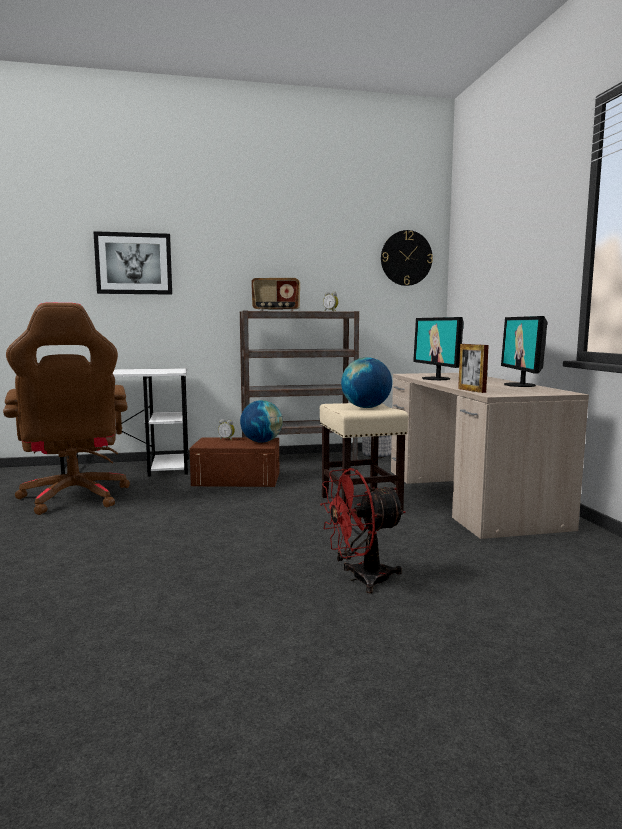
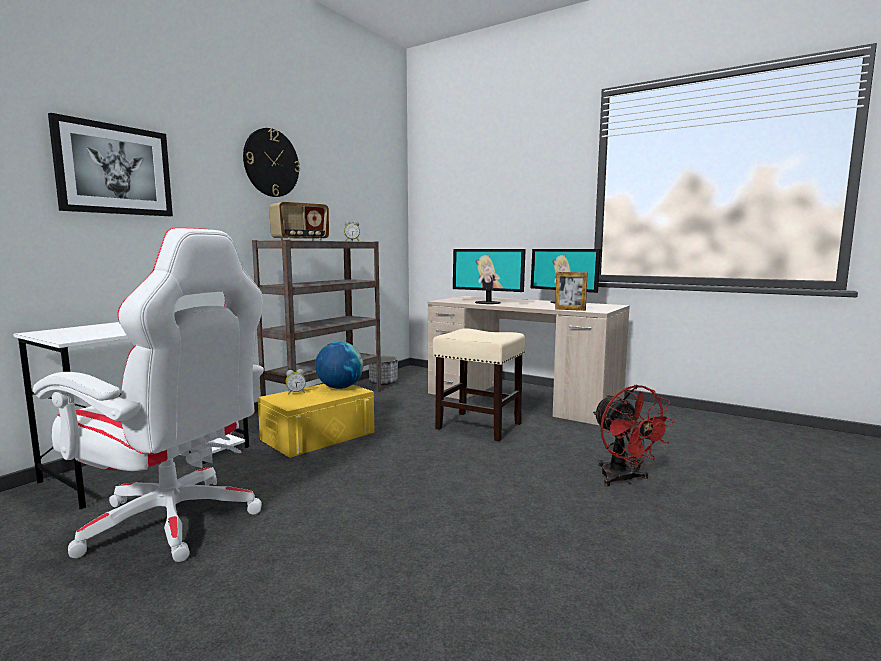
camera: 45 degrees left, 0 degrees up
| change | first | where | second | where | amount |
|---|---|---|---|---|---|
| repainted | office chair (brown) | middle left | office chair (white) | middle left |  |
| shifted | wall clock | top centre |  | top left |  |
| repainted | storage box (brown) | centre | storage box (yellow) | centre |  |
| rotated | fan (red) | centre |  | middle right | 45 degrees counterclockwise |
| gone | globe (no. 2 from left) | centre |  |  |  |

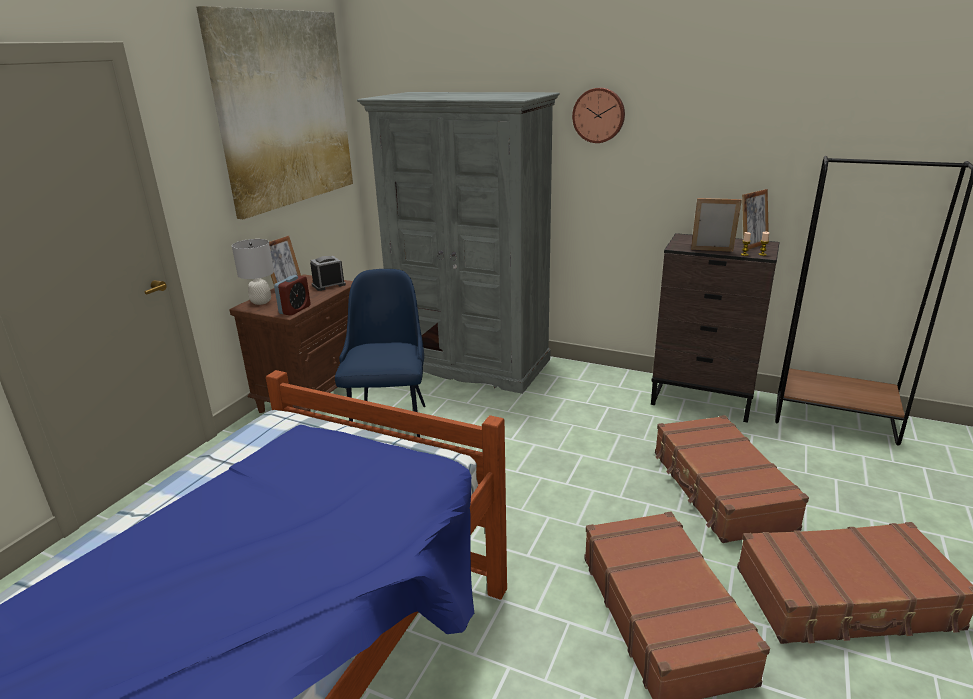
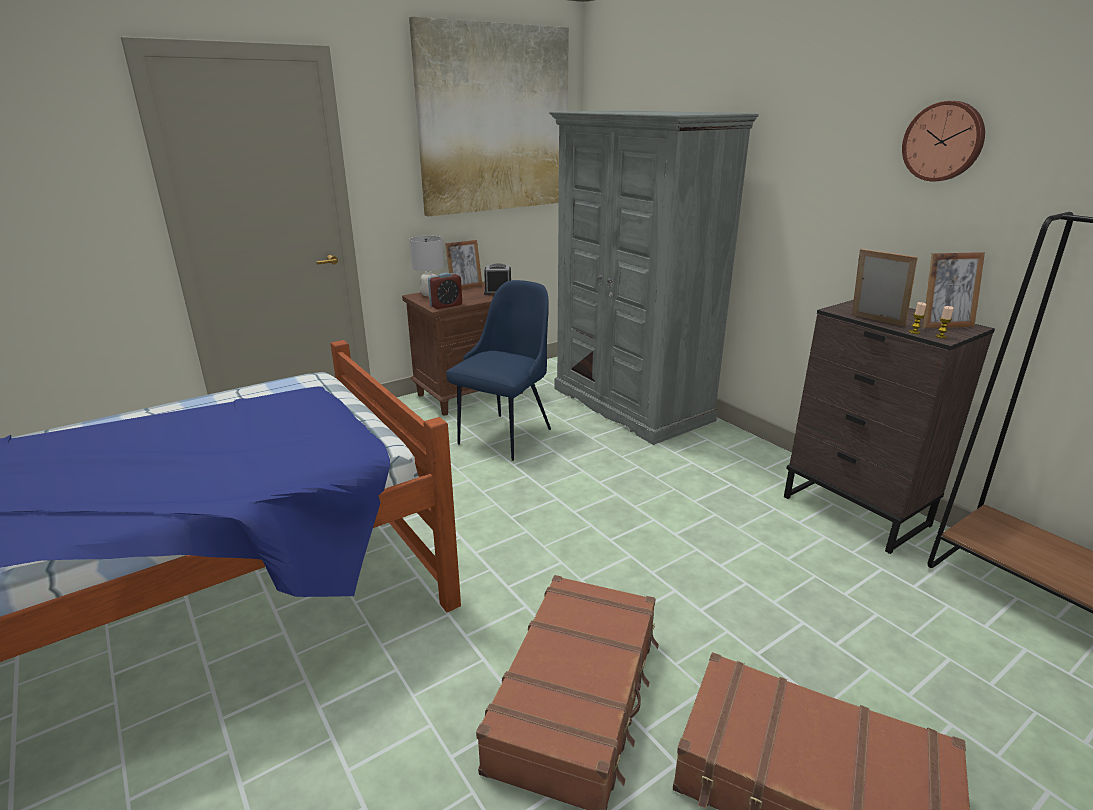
camera: 30 degrees right, 0 degrees up
| change | first | where | second | where | amount |
|---|---|---|---|---|---|
| shifted | wall clock | top centre |  | top right |  |
| gone | suitcase (brown) (no. 2 from left) | bottom right |  |  |  |

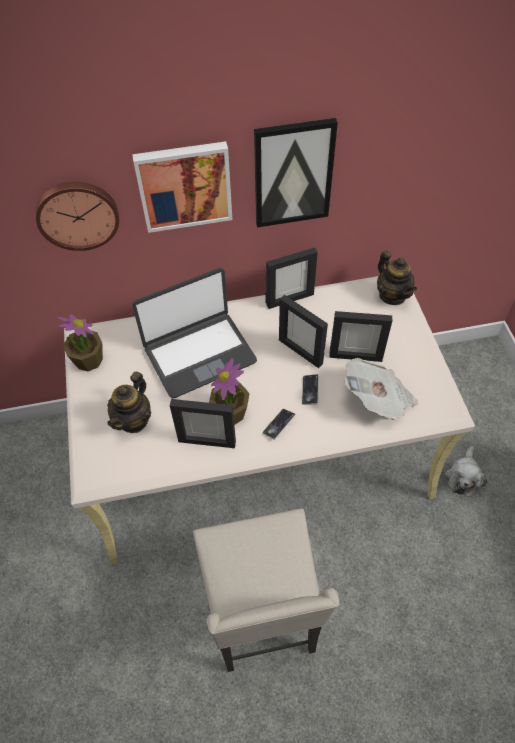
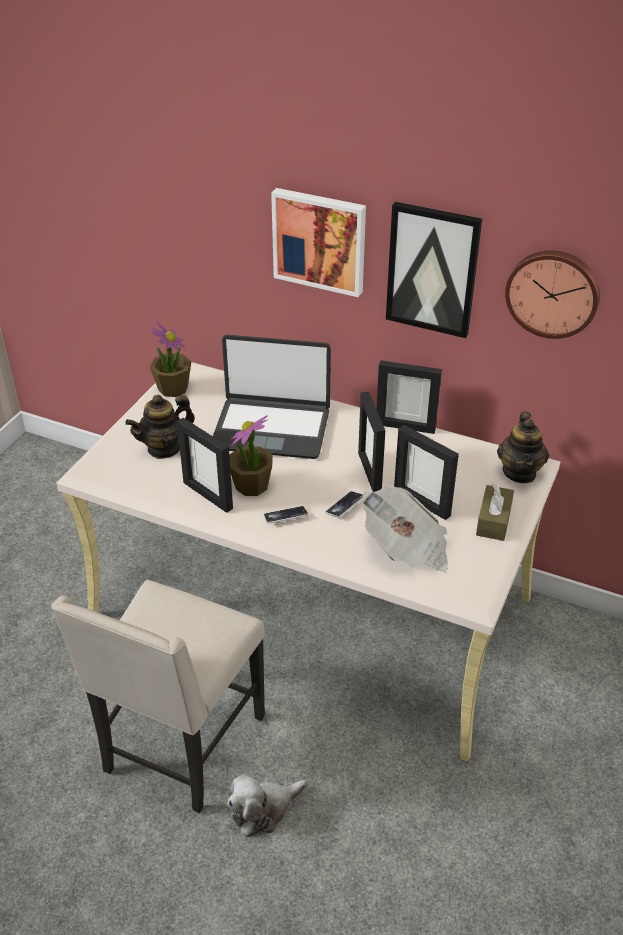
camera: 35 degrees right, 15 degrees down
| change | first | where | second | where | amount |
|---|---|---|---|---|---|
| shifted | plush toy | middle right |  | bottom centre |  |
| new |  |  | tissue box (brown) | middle right |  |
| shifted | wall clock | top left |  | top right |  |

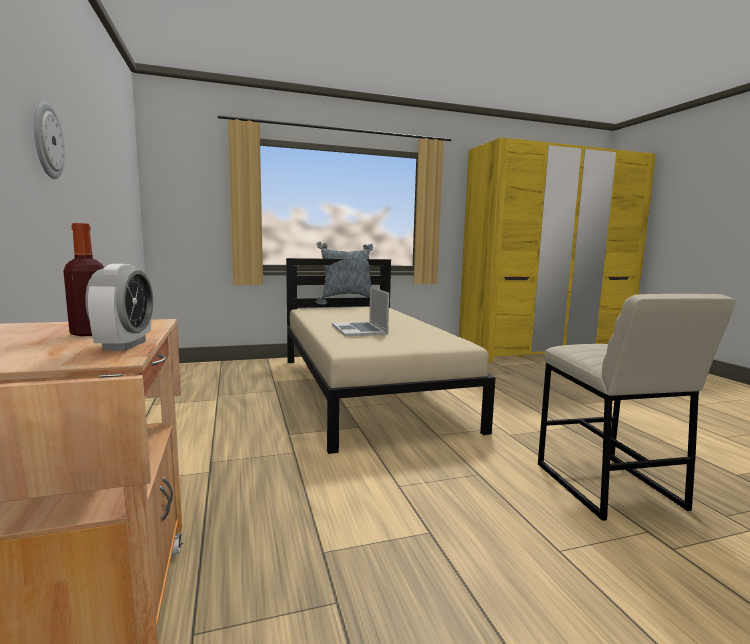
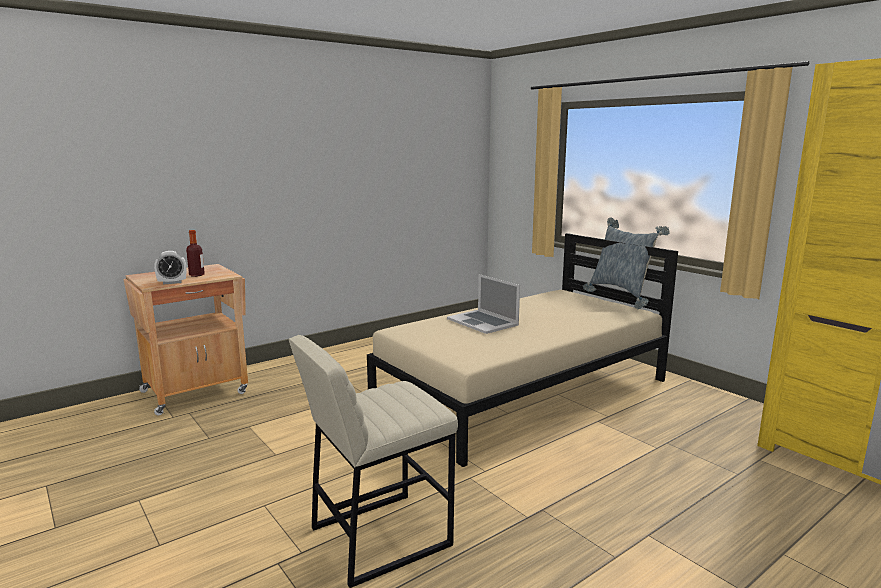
camera: 70 degrees right, 5 degrees up
| change | first | where | second | where | amount |
|---|---|---|---|---|---|
| rotated | laptop | centre |  | centre | 90 degrees counterclockwise |
| gone | wall clock | top left |  |  |  |

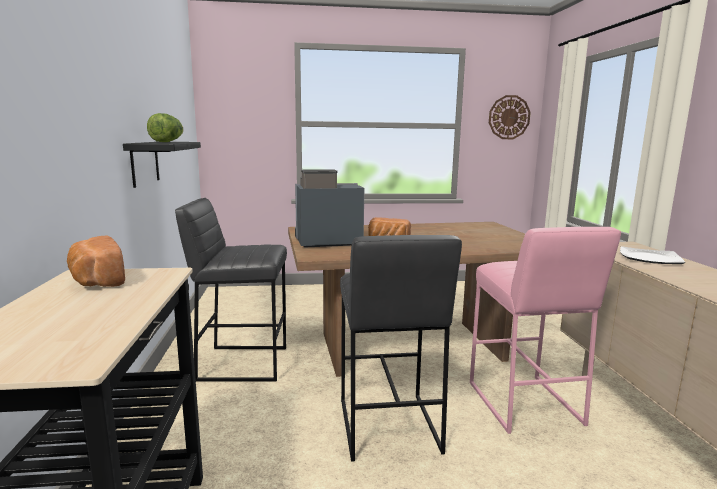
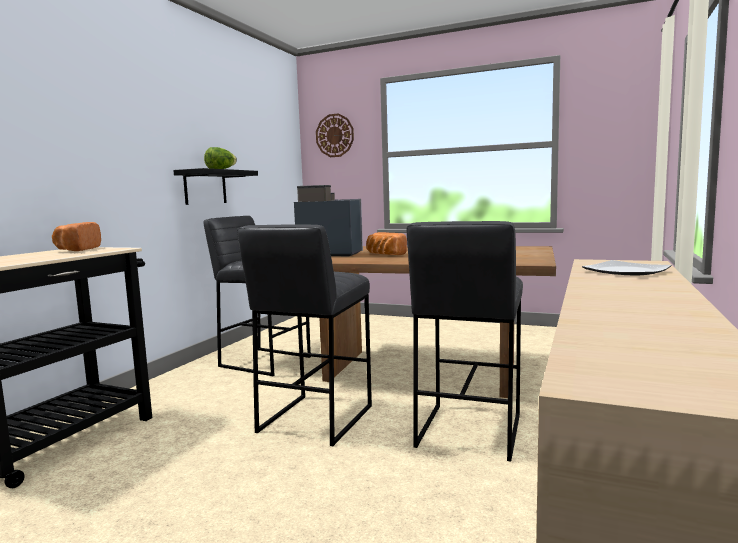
camera: 30 degrees right, 5 degrees down
| change | first | where | second | where | amount |
|---|---|---|---|---|---|
| shifted | wall clock | top right |  | top centre |  |
| repainted | stool (pink) | bottom right | stool (grey) (no. 3 from left) | centre |  |

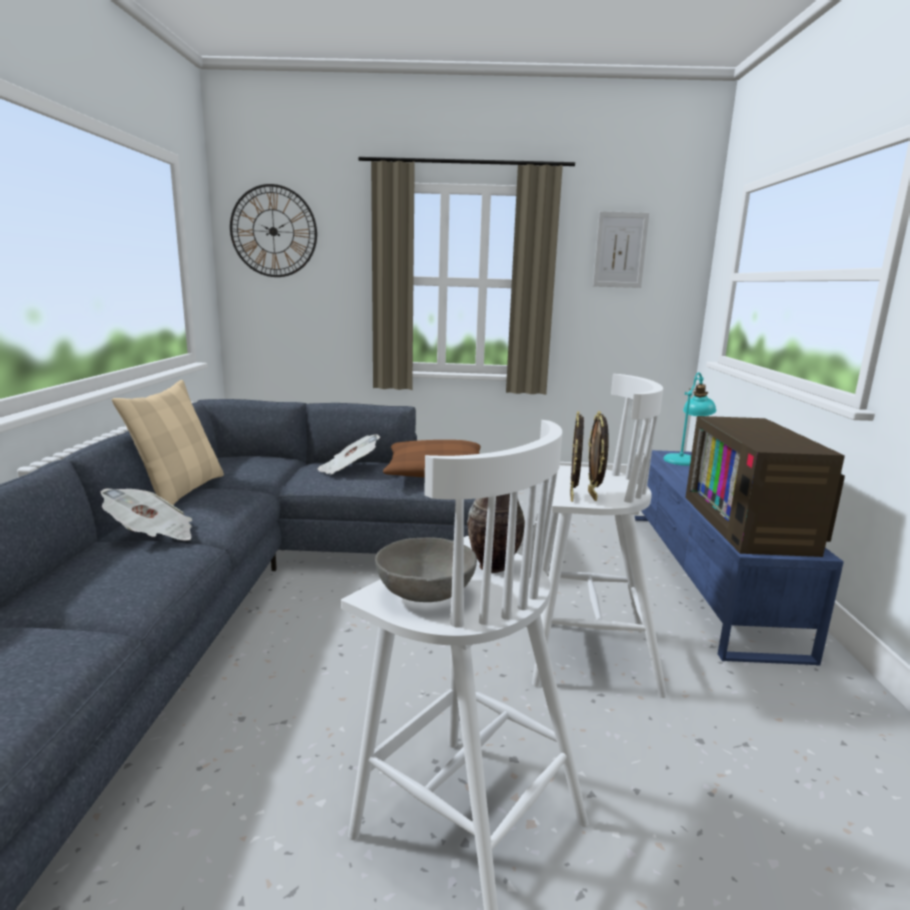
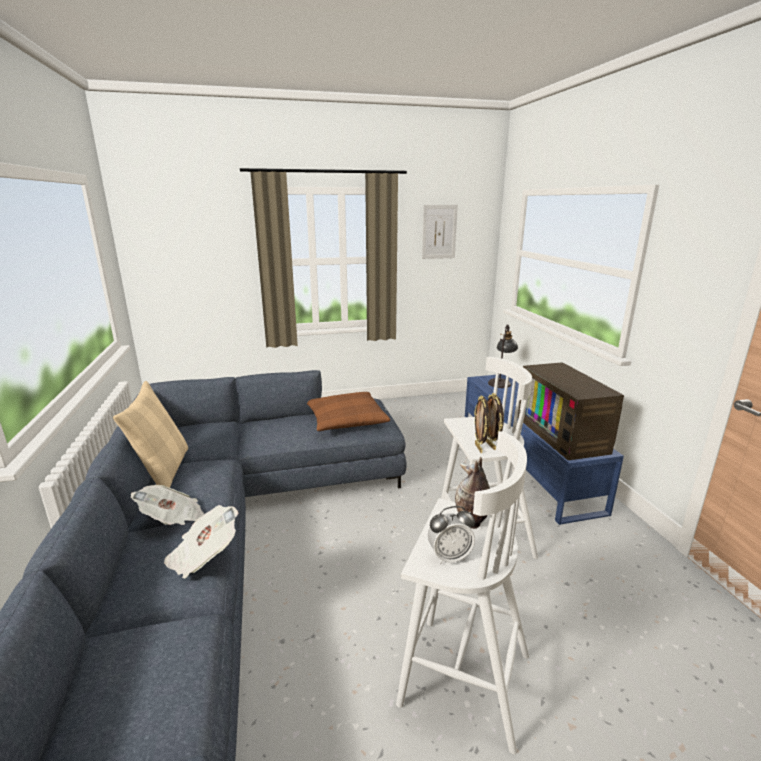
camera: 15 degrees left, 5 degrees up
| change | first | where | second | where | amount |
|---|---|---|---|---|---|
| shifted | newspaper (no. 2 from left) | centre |  | bottom left |  |
| swapped | bowl (grey) | centre | alarm clock | bottom centre |  |
| repainted | table lamp (turquoise) | middle right | table lamp (grey) | centre |  |
| gone | wall clock | top left |  |  |  |

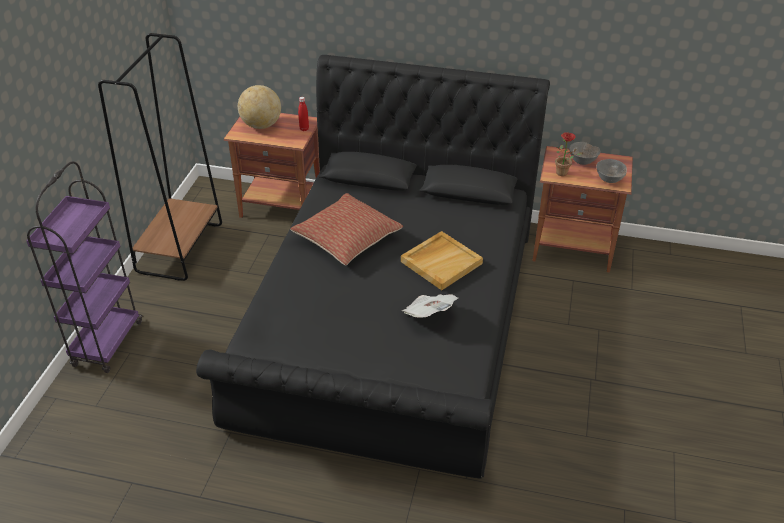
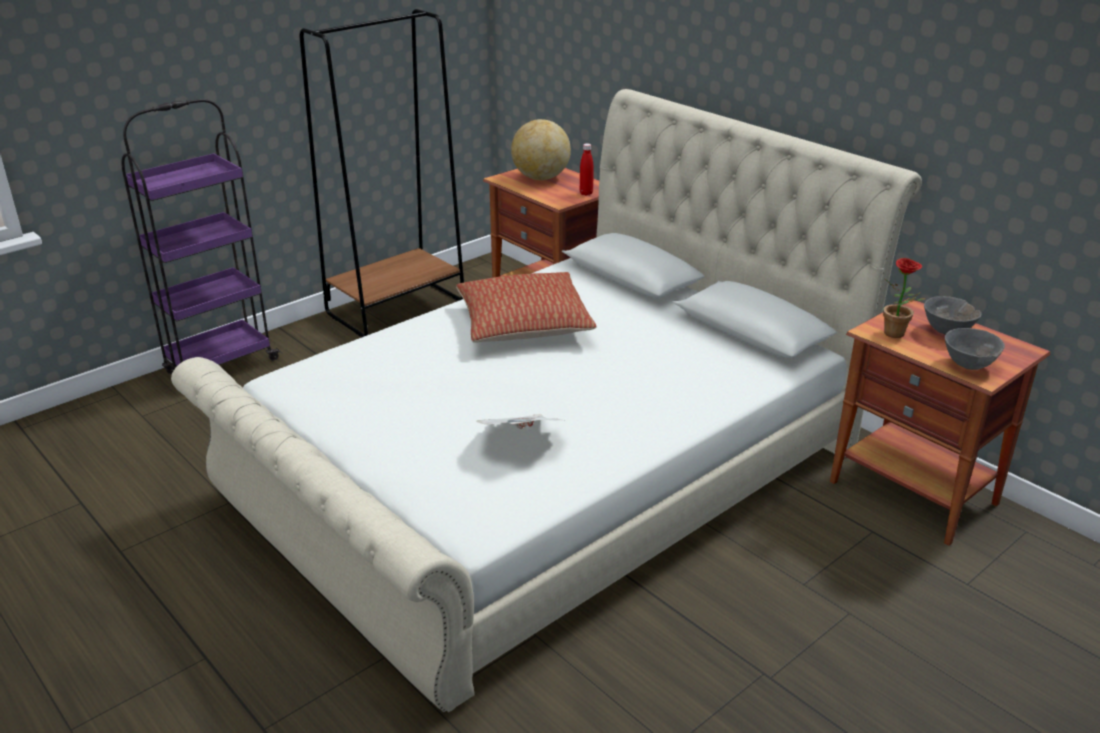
camera: 35 degrees right, 10 degrees down
| change | first | where | second | where | amount |
|---|---|---|---|---|---|
| repainted | bed (black) | centre | bed (beige) | centre |  |
| gone | tray (beige) | centre |  |  |  |

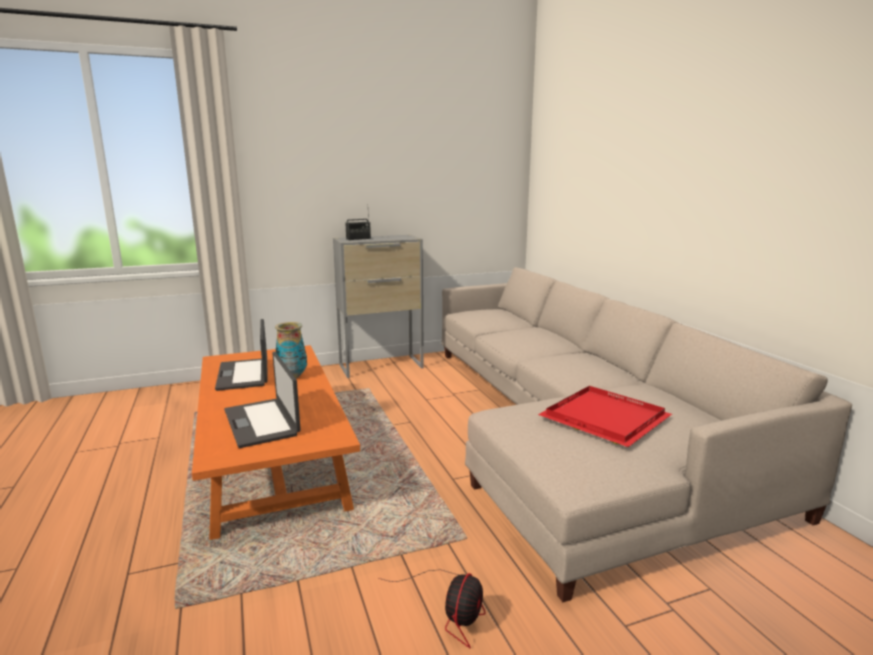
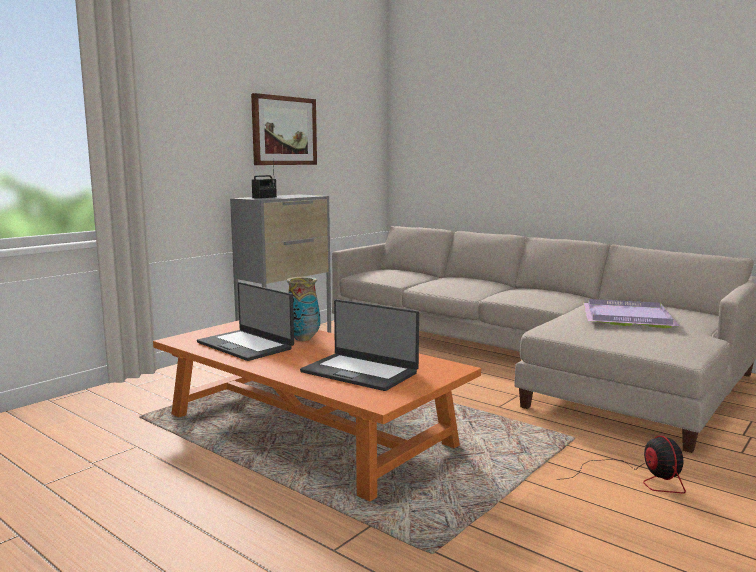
camera: 30 degrees left, 5 degrees down
| change | first | where | second | where | amount |
|---|---|---|---|---|---|
| new |  |  | picture | top centre |  |
| repainted | tray (red) | middle right | tray (purple) | middle right |  |

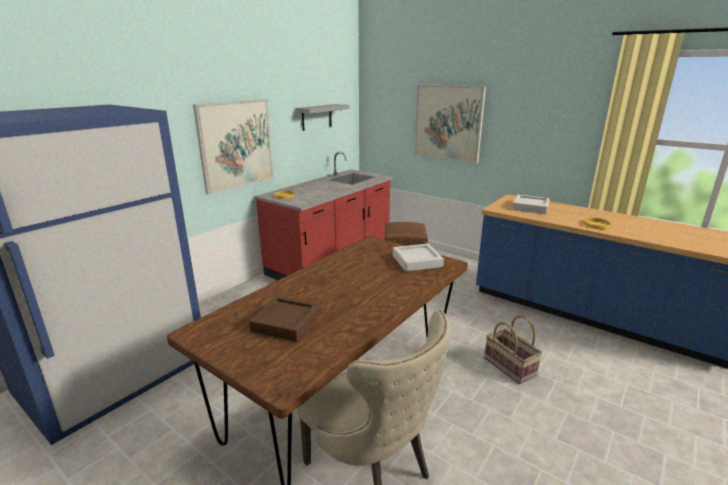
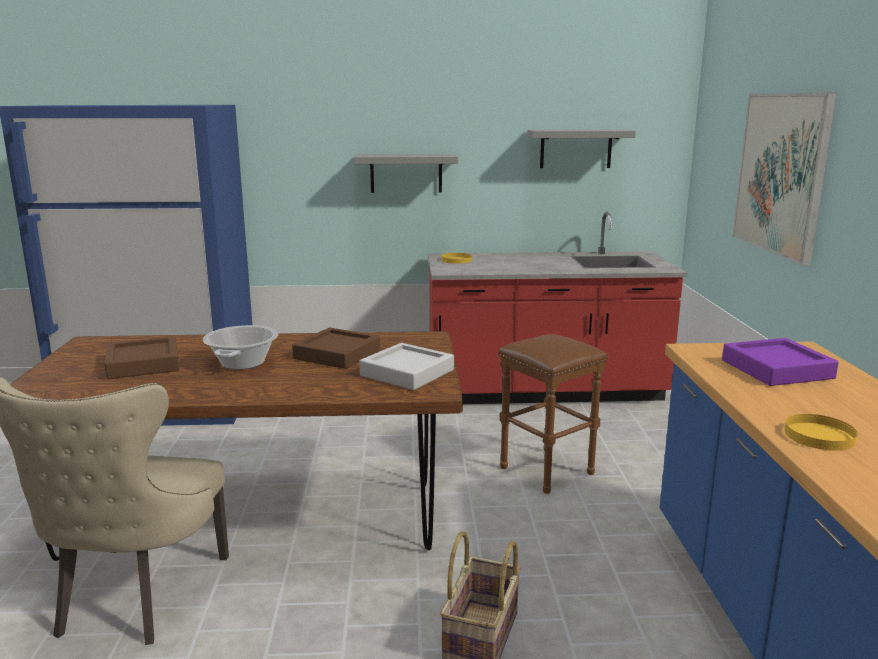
camera: 50 degrees right, 5 degrees down
| change | first | where | second | where | amount |
|---|---|---|---|---|---|
| new |  |  | cooking pot | middle left |  |
| new |  |  | tray (brown) (no. 2 from left) | centre |  |
| swapped | picture (no. 1 from left) | top left | shelf (grey) (no. 1 from left) | top centre |  |
| repainted | tray (grey) (no. 2 from left) | middle right | tray (purple) | middle right |  |

